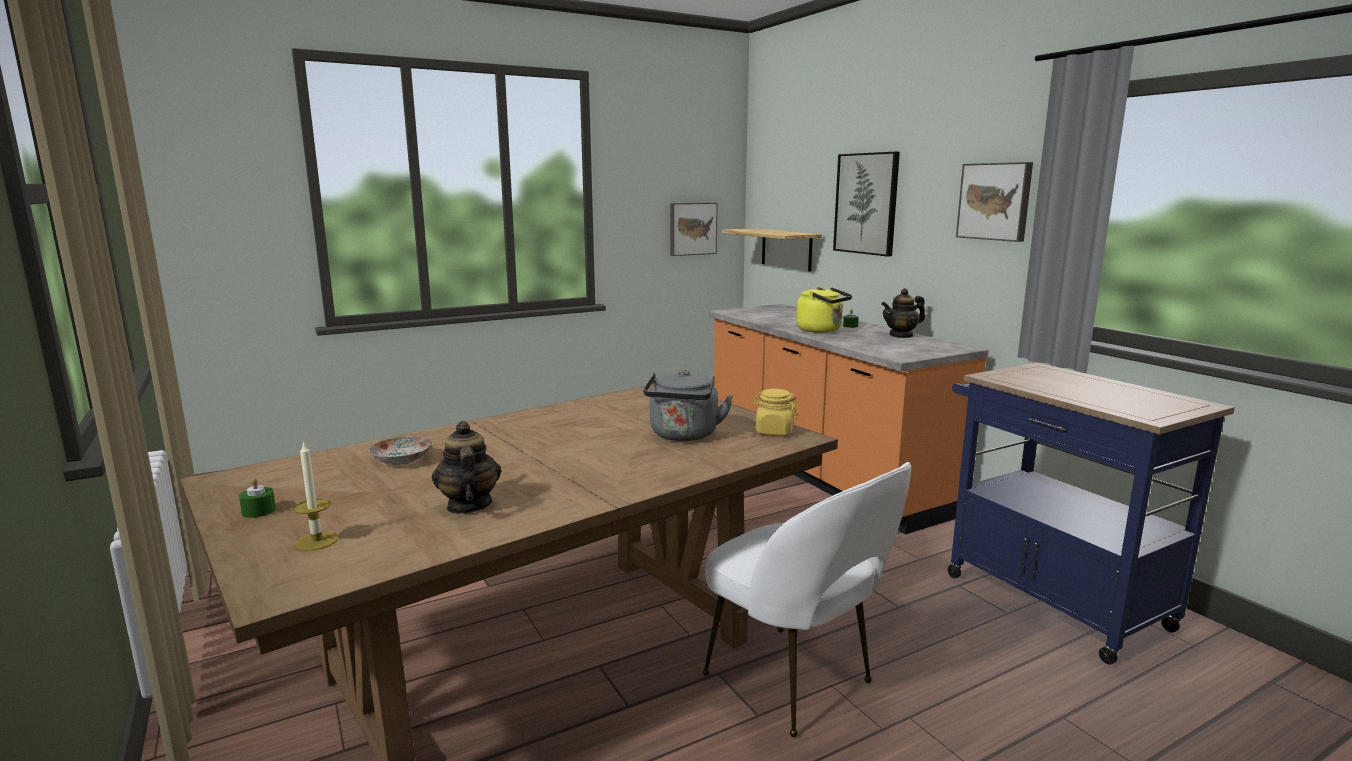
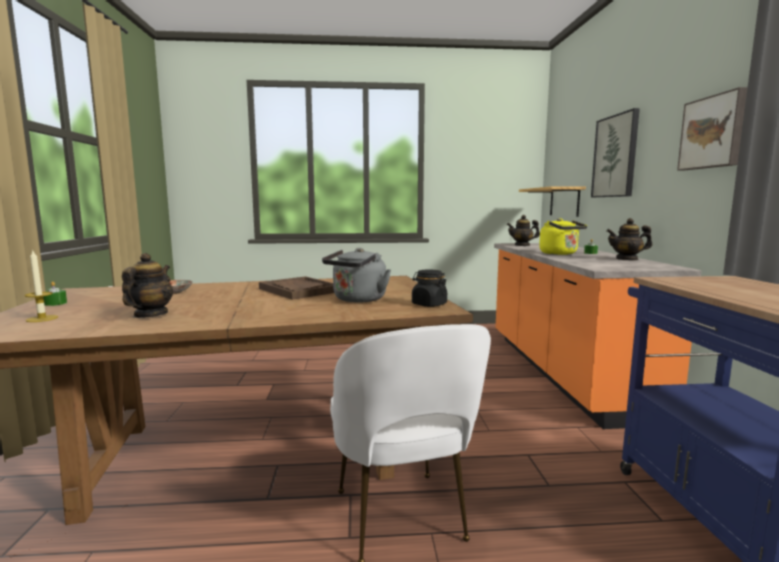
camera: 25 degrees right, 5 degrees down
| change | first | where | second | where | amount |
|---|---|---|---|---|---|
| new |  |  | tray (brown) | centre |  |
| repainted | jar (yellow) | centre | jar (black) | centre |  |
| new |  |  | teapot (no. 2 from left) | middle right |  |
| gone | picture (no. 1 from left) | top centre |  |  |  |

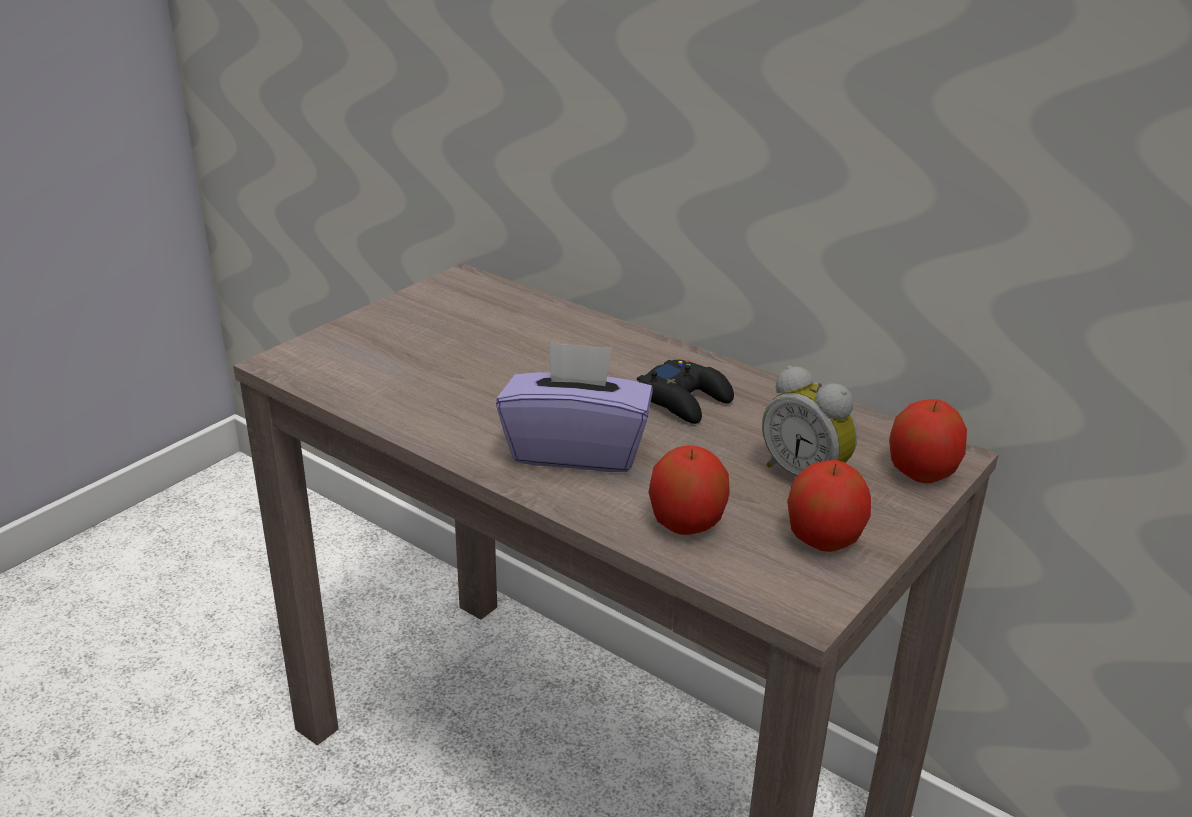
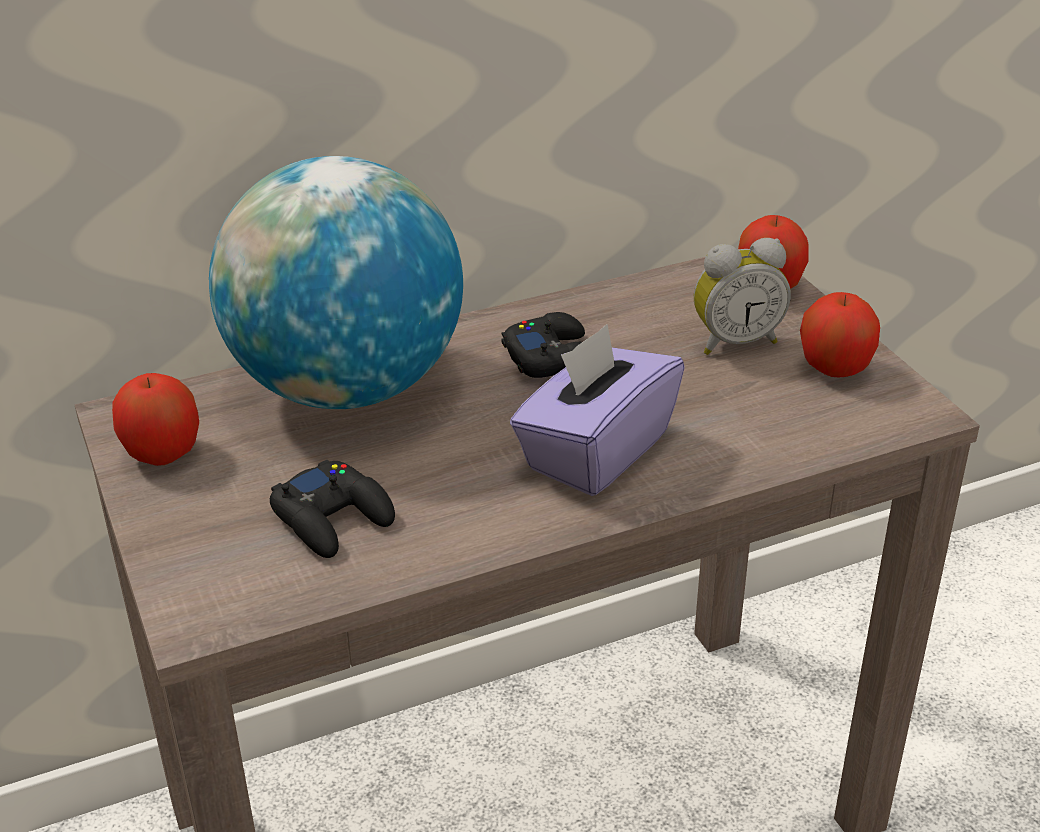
camera: 60 degrees left, 5 degrees up
| change | first | where | second | where | amount |
|---|---|---|---|---|---|
| shifted | apple (no. 1 from left) | centre |  | middle left |  |
| new |  |  | globe | middle left |  |
| new |  |  | game controller (black) (no. 1 from left) | middle left |  |

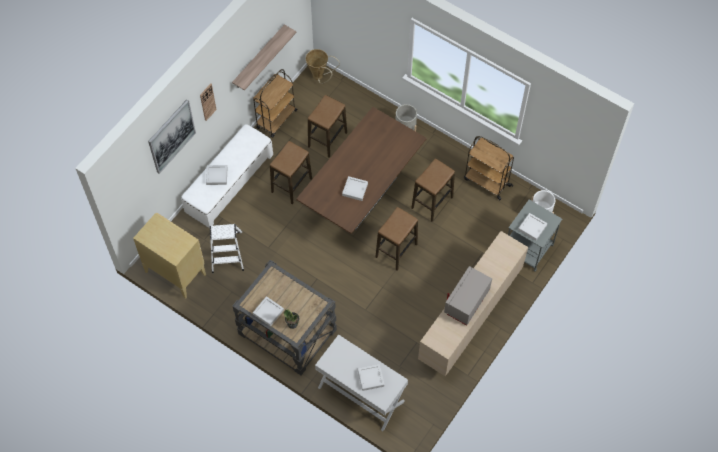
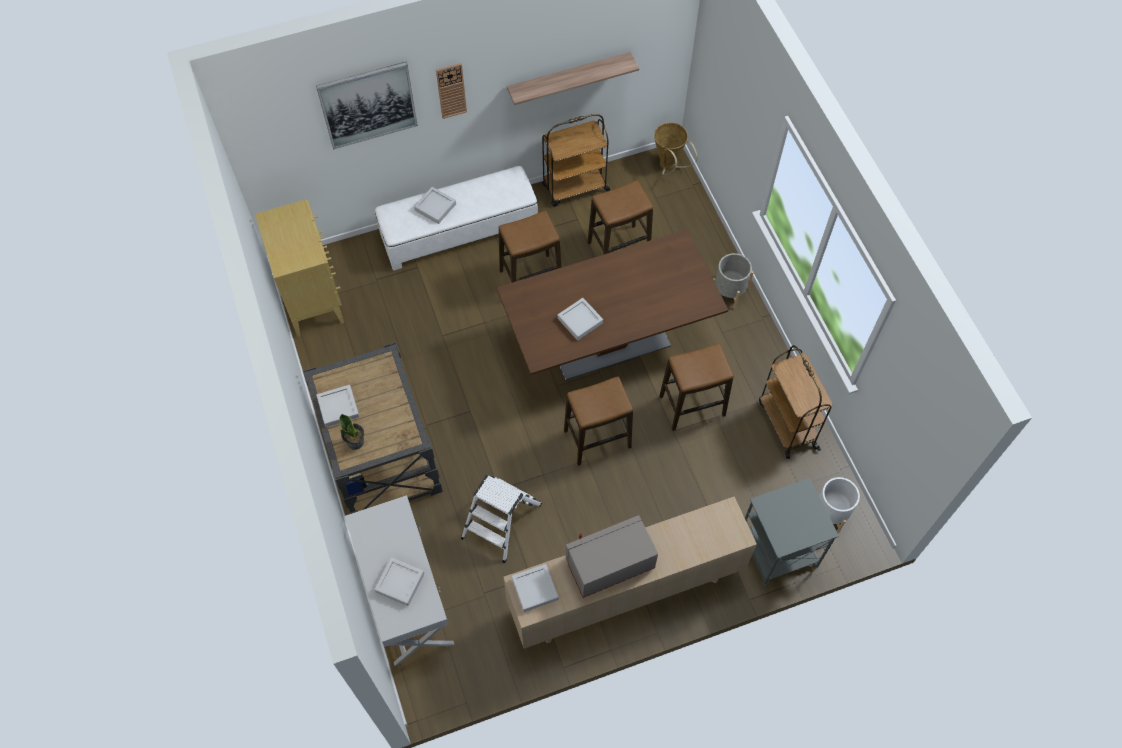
camera: 35 degrees right, 0 degrees up
| change | first | where | second | where | amount |
|---|---|---|---|---|---|
| shifted | step ladder (white) | middle left |  | bottom centre |  |
| shifted | tray (grey) (no. 5 from left in the first image) | middle right | tray (grey) (no. 4 from left) | bottom centre |  |

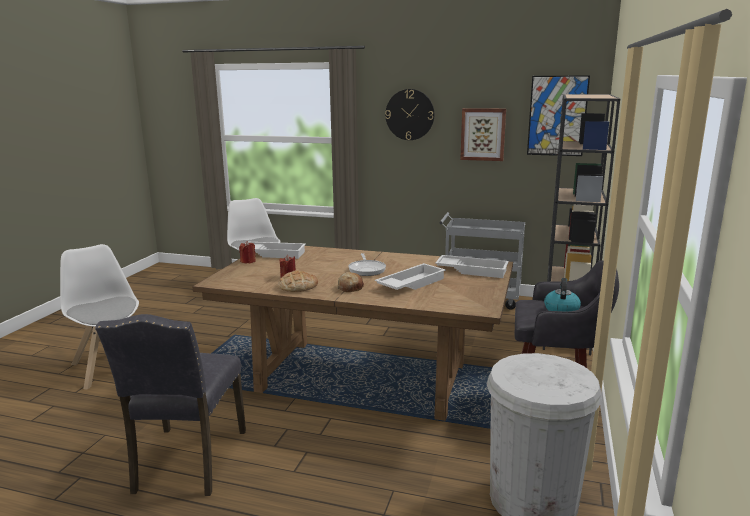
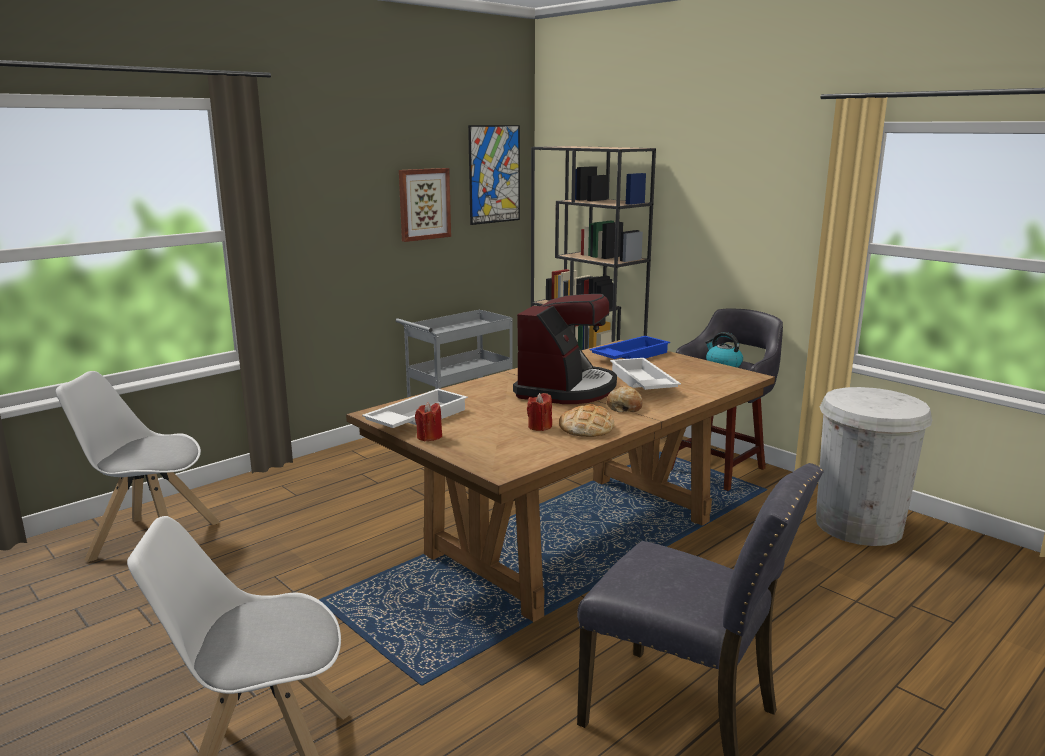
camera: 60 degrees left, 0 degrees up
| change | first | where | second | where | amount |
|---|---|---|---|---|---|
| swapped | frying pan | centre | coffee machine | centre |  |
| repainted | tray (white) (no. 3 from left) | centre | tray (blue) | centre |  |
| gone | wall clock | top centre |  |  |  |

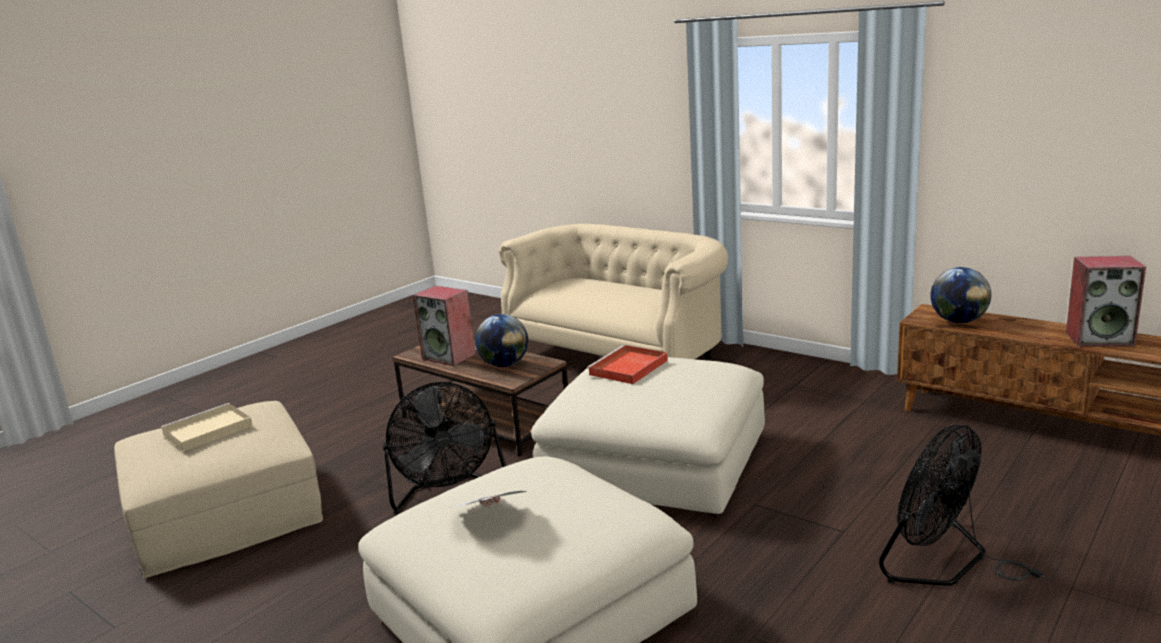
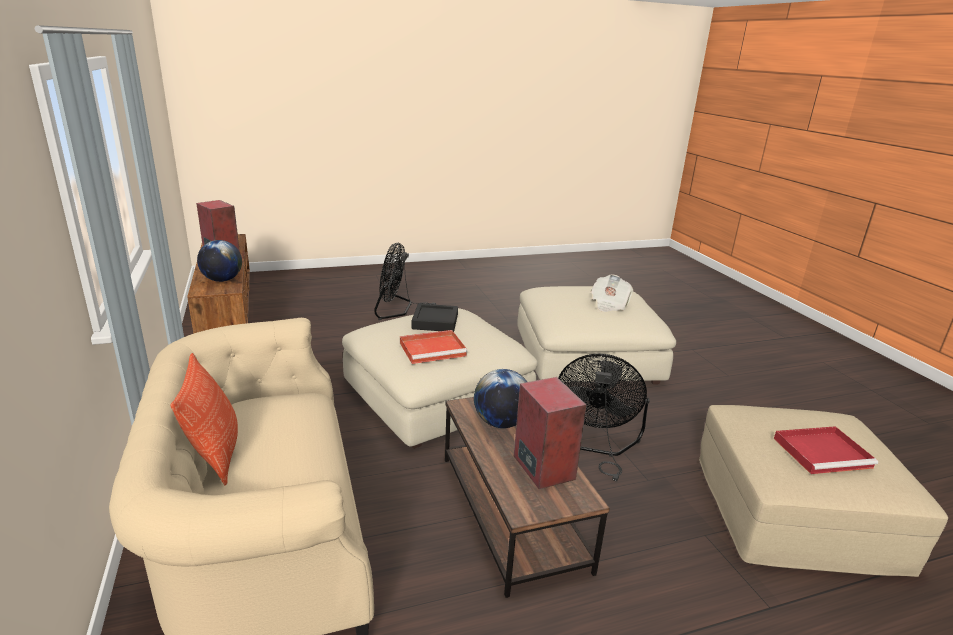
camera: 150 degrees left, 5 degrees up
| change | first | where | second | where | amount |
|---|---|---|---|---|---|
| new |  |  | pillow (orange) | middle left |  |
| rotated | fan (black) (no. 2 from left in the first image) | bottom right | fan (black) (no. 1 from left) | centre | 105 degrees clockwise |
| new |  |  | tray (black) | centre |  |
| repainted | tray (beige) | middle left | tray (red) (no. 2 from left) | bottom right |  |

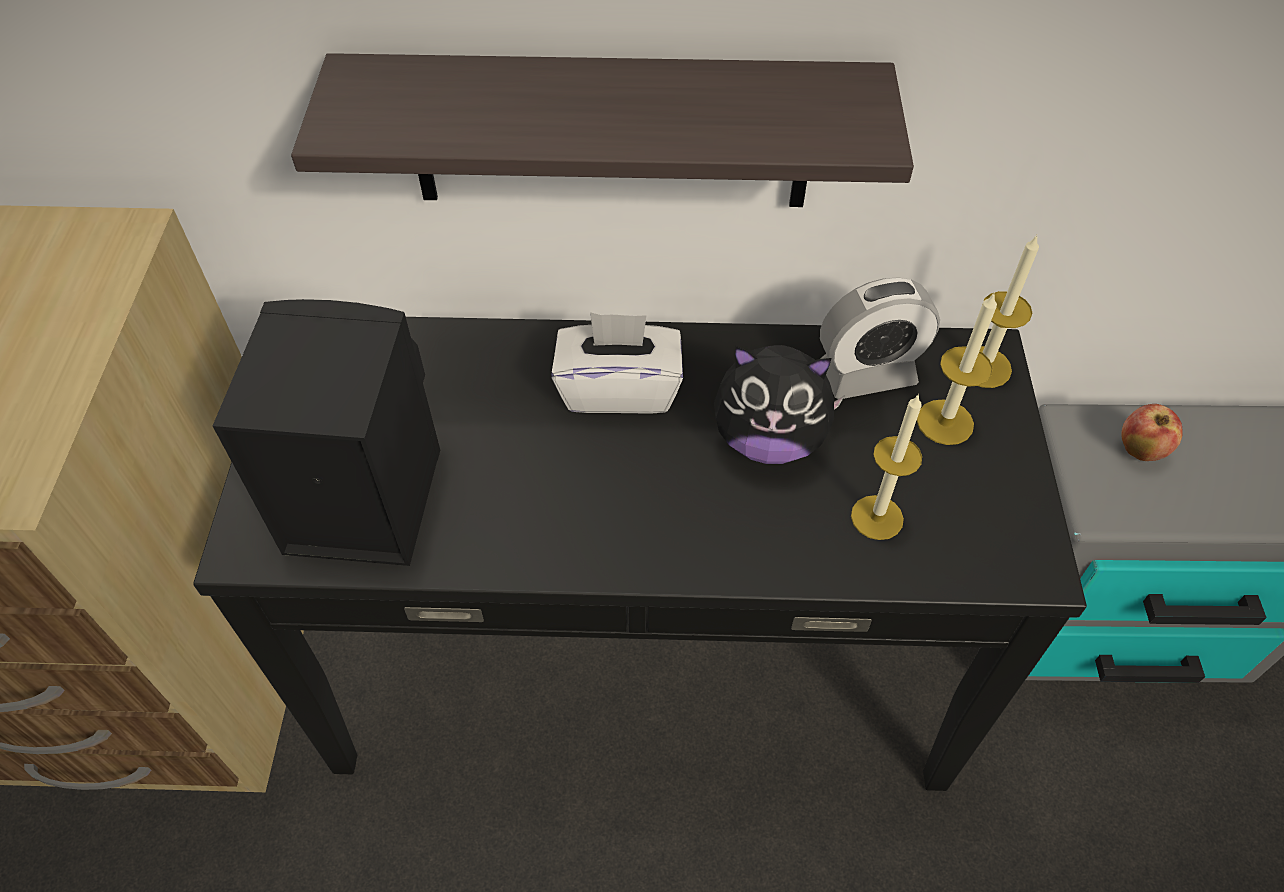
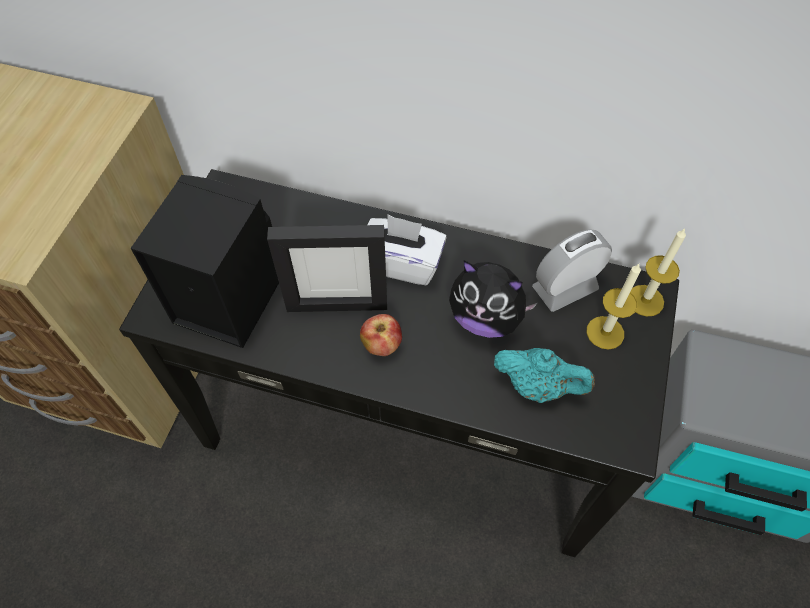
camera: 15 degrees right, 5 degrees up
| change | first | where | second | where | amount |
|---|---|---|---|---|---|
| new |  |  | picture frame | centre |  |
| shifted | apple | middle right |  | centre |  |
| swapped | candle (no. 1 from left) | middle right | teapot (turquoise) | middle right |  |
| rotated | alarm clock | middle right |  | middle right | 150 degrees clockwise |
| gone | shelf | top centre |  |  |  |

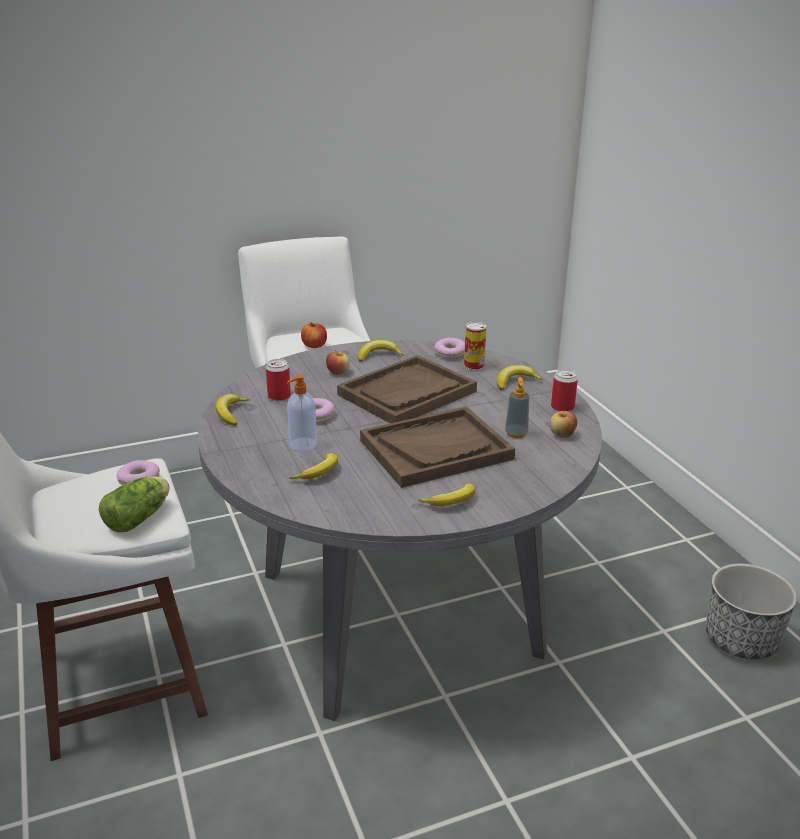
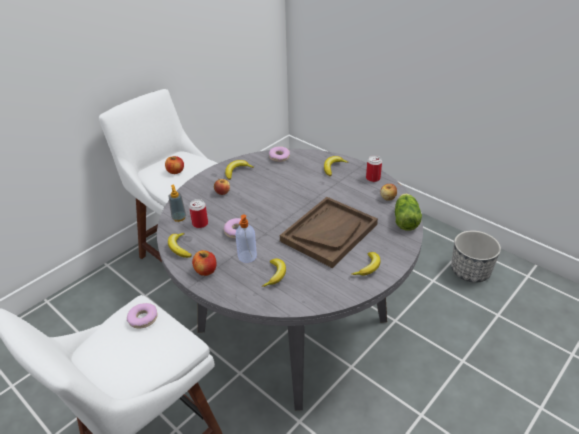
camera: 25 degrees left, 10 degrees up
| change | first | where | second | where | amount |
|---|---|---|---|---|---|
| shifted | soap dispenser (no. 2 from left in the first image) | centre | soap dispenser (no. 1 from left) | middle left |  |
| new |  |  | apple (no. 2 from left) | centre |  |
| shifted | lettuce | middle left |  | middle right |  |
| gone | tray (brown) (no. 1 from left) | centre |  |  |  |
| gone | can (no. 2 from left) | centre |  |  |  |

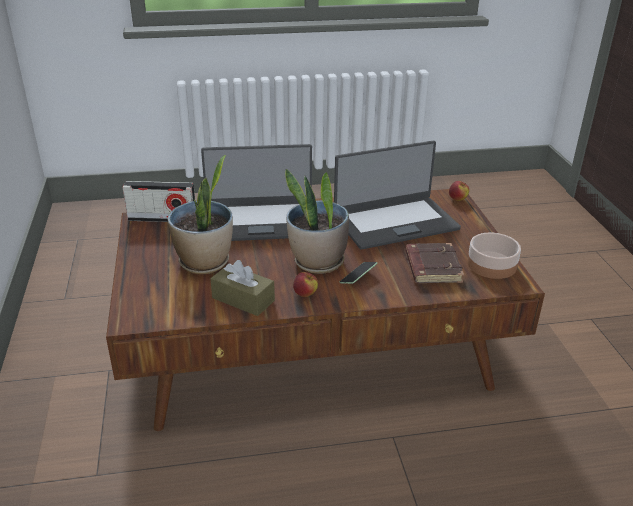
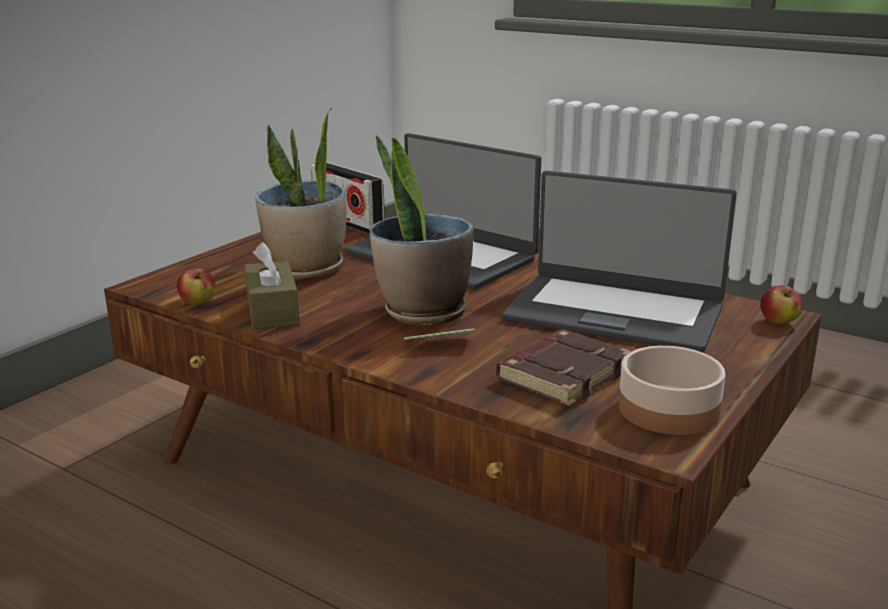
camera: 45 degrees right, 10 degrees down
| change | first | where | second | where | amount |
|---|---|---|---|---|---|
| shifted | apple (no. 1 from left) | centre |  | middle left |  |

